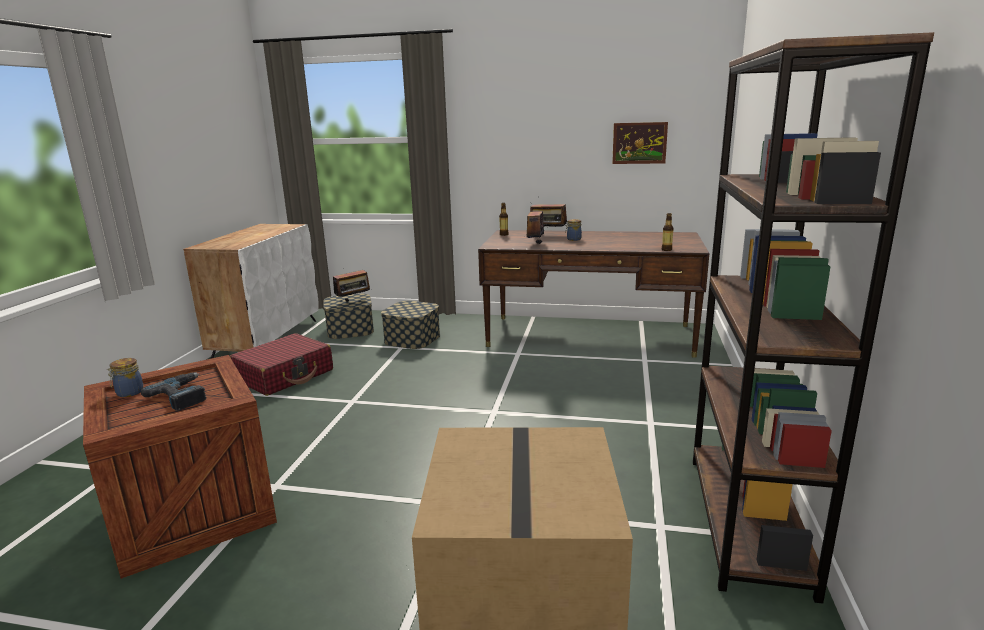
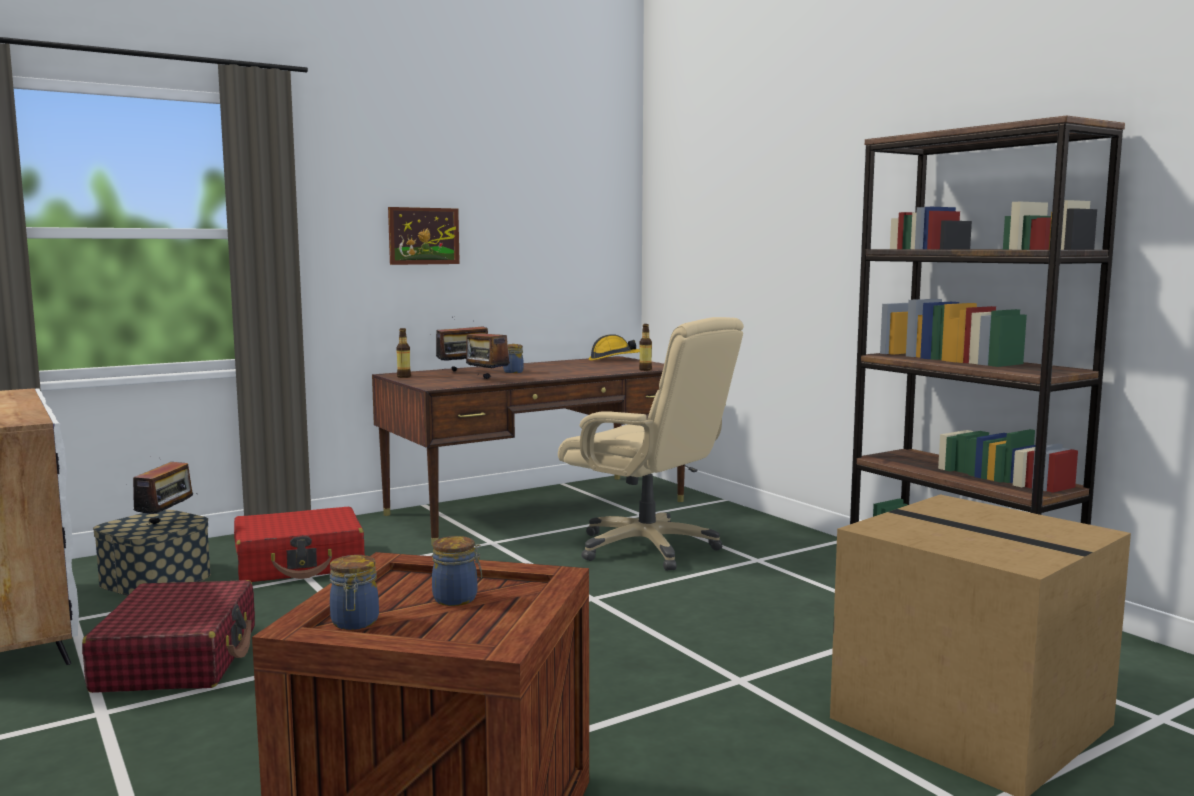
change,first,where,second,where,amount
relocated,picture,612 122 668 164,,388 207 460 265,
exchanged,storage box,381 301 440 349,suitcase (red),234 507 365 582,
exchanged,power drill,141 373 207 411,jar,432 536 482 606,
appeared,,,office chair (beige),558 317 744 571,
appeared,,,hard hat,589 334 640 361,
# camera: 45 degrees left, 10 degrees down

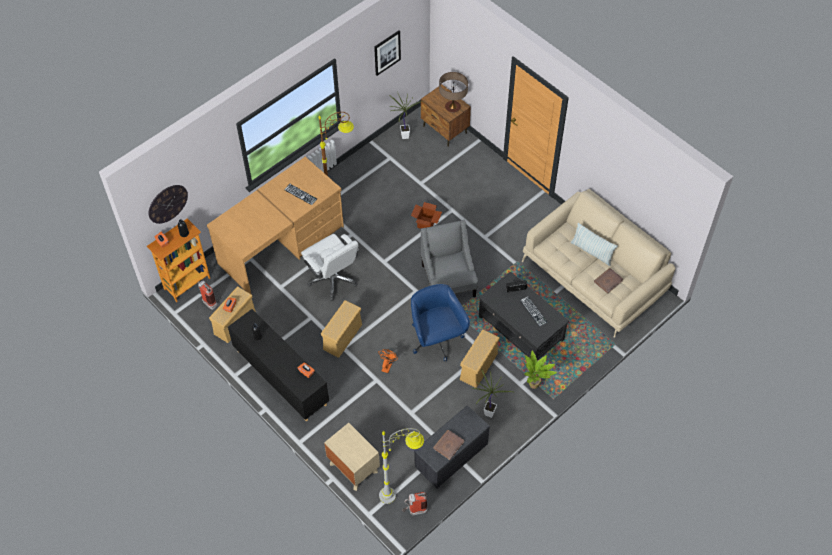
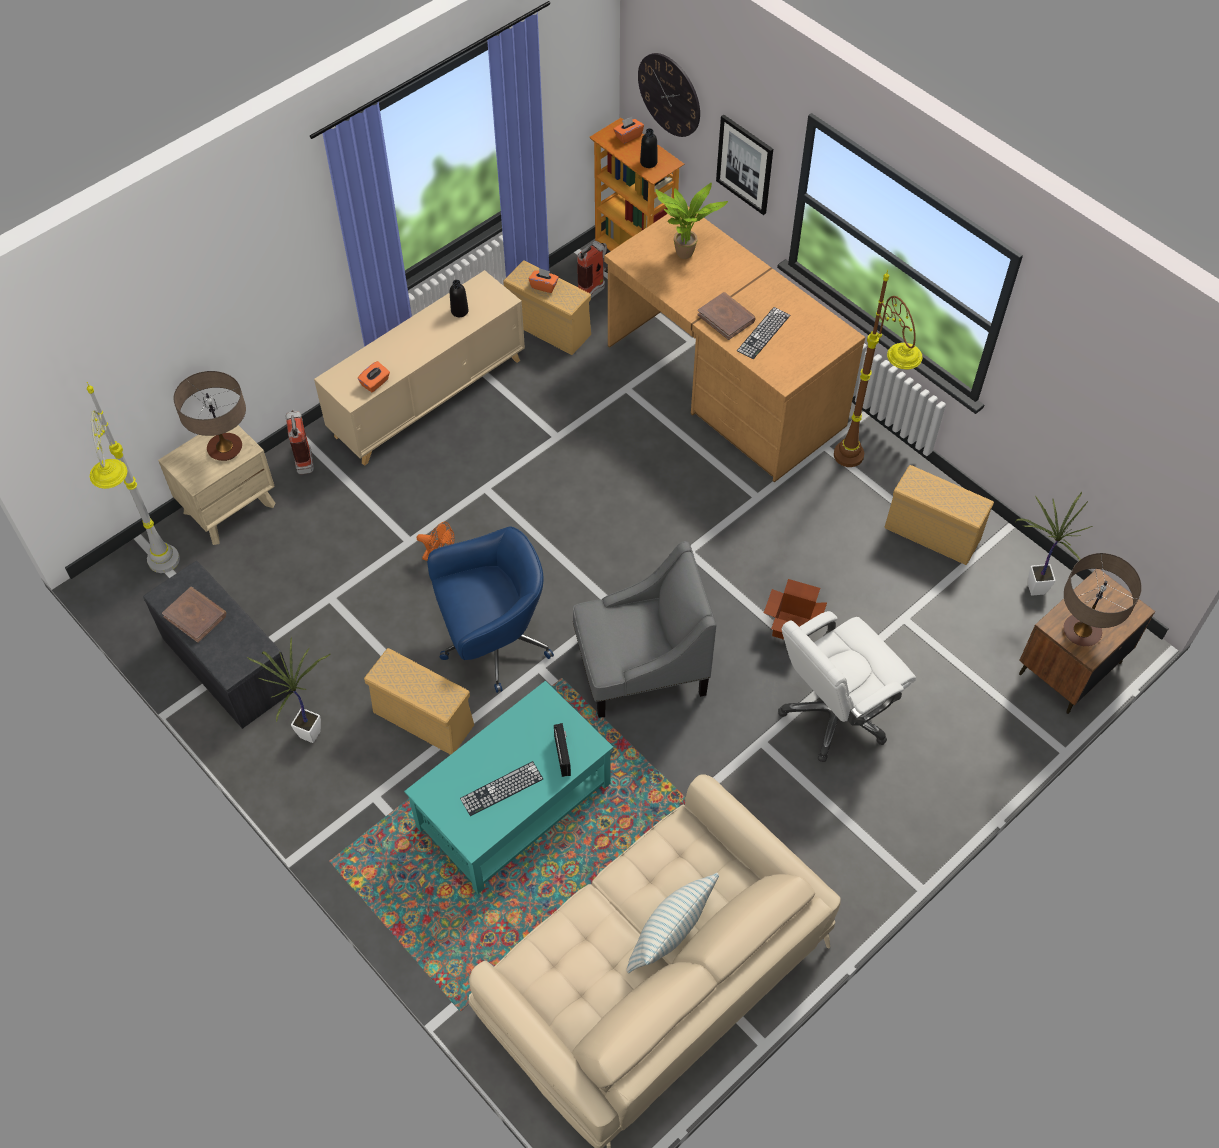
change,first,where,second,where,amount
relocated,picture,374 31 401 76,,716 115 773 215,
relocated,office chair (white),301 234 359 300,,778 611 916 762,
relocated,book (brown),594 268 623 294,,697 292 756 340,
colour,coffee table (black),479 271 569 360,coffee table (turquoise),404 681 613 894,
relocated,storage box (beige),321 300 362 358,,885 465 994 565,
colour,cabinet (black),228 309 329 422,cabinet (beige),314 270 525 466,
relocated,potted plant,524 351 557 389,,655 183 728 259,
relocated,fire extinguisher,402 492 428 515,,286 410 314 474,
appeared,,,table lamp,173 371 246 461,
# camera: 90 degrees right, 0 degrees up

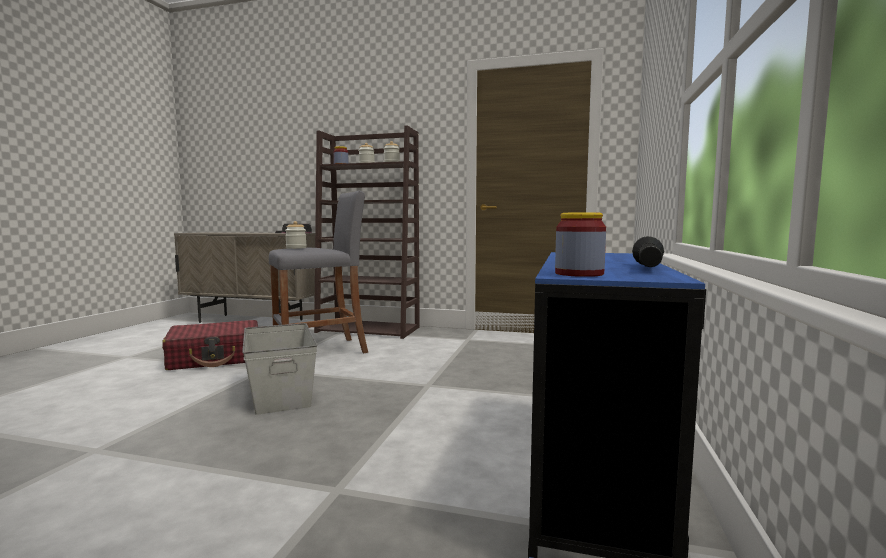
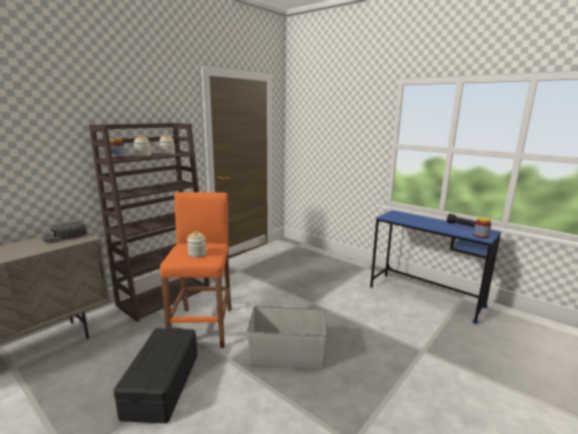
change,first,where,second,where,amount
colour,stool (grey),269 191 368 353,stool (orange),160 192 231 348,
exchanged,suitcase (red),162 320 258 370,storage box (black),113 328 198 423,
# camera: 65 degrees left, 10 degrees up

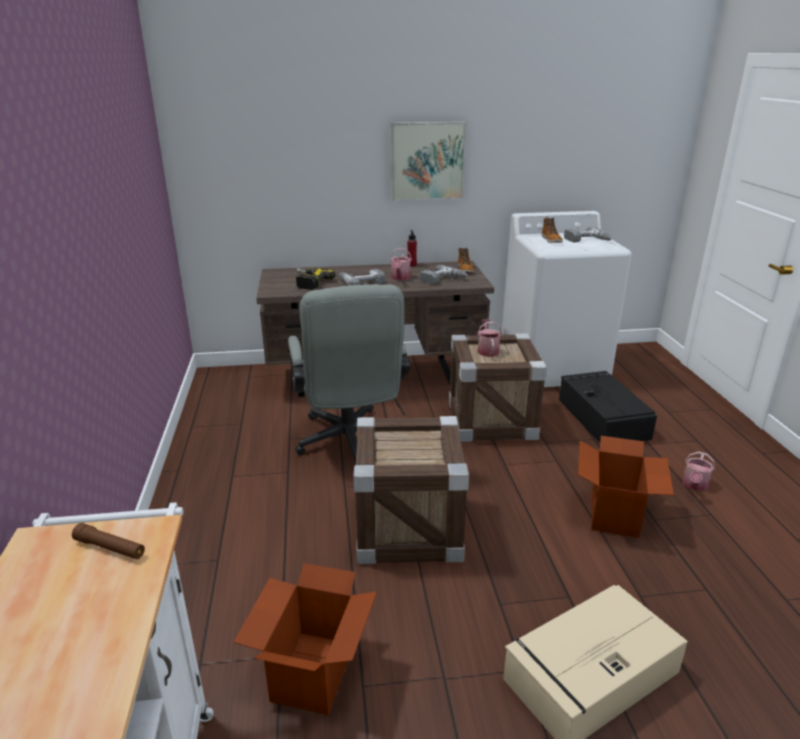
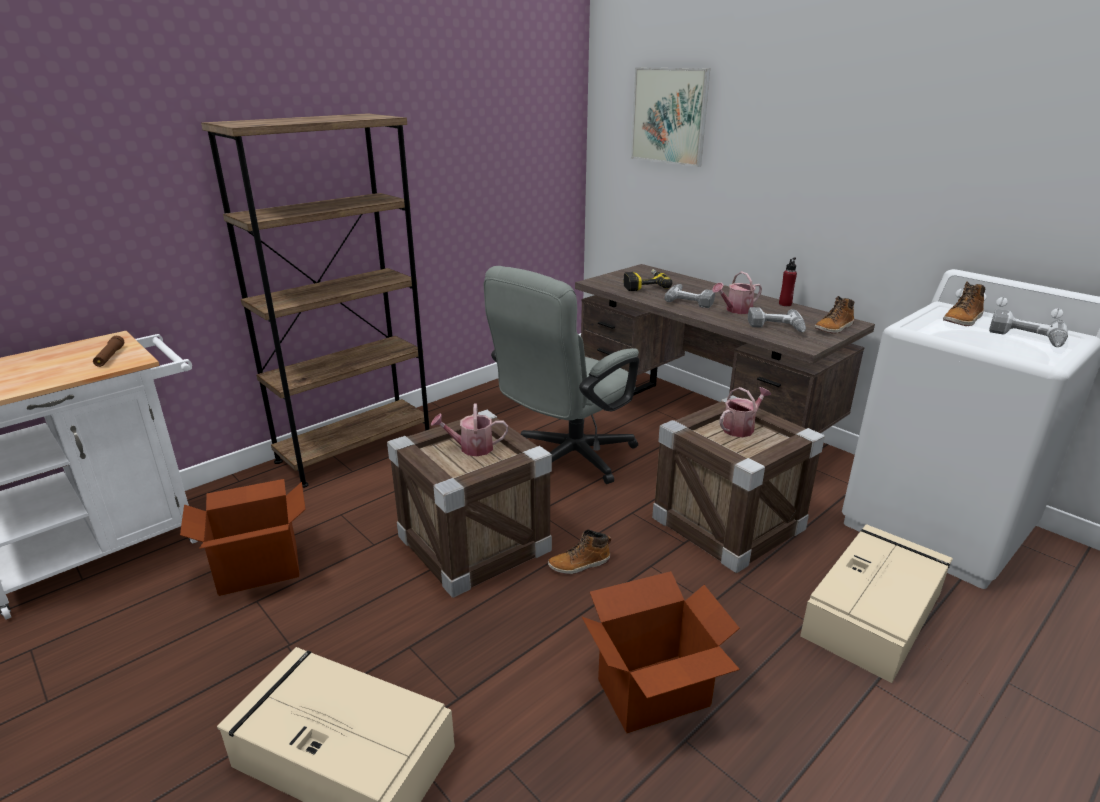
change,first,where,second,where,amount
relocated,picture,391 122 467 201,,631 68 710 167,
colour,storage box (black),559 371 657 443,storage box (beige),800 524 953 683,
relocated,watering can,682 452 715 491,,431 403 508 456,
appeared,,,bookcase (brown),201 113 430 488,
appeared,,,boot,548 529 611 574,
# camera: 55 degrees right, 0 degrees up

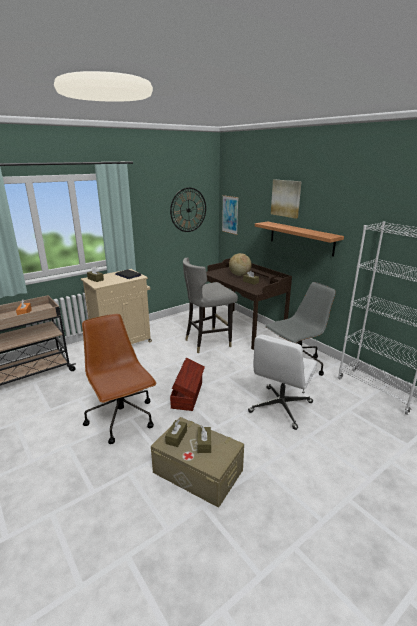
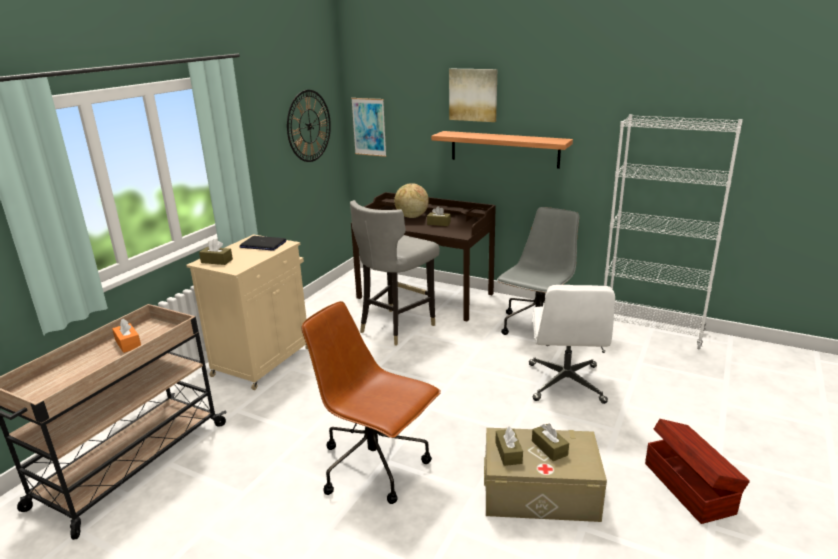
change,first,where,second,where,amount
relocated,storage box (brown),170 358 205 411,,645 419 750 524,
# camera: 25 degrees left, 0 degrees up

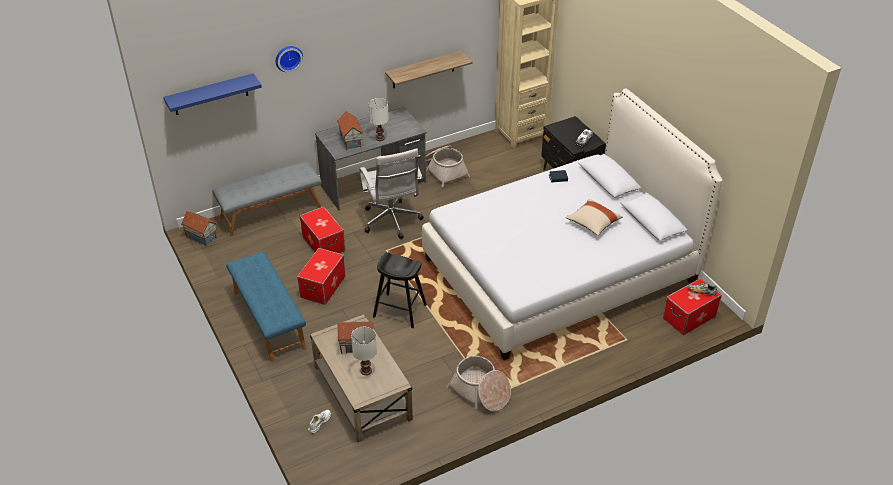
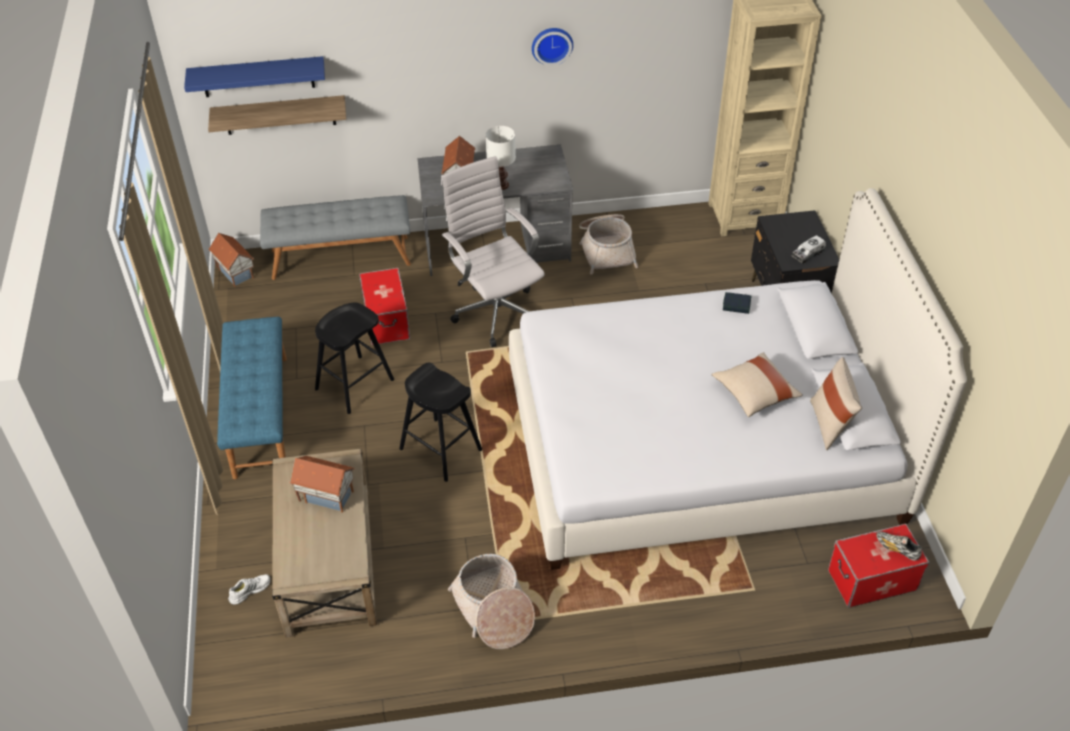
change,first,where,second,where,amount
relocated,wall clock,276 46 303 72,,532 28 573 66,
relocated,shelf,385 51 473 88,,208 95 346 135,
spun,office chair (white),360 149 424 239,,441 156 545 347,150 degrees clockwise
exchanged,storage box,297 248 345 305,stool (black),315 303 394 414,
missing,table lamp (white),351 327 377 375,,,
appeared,,,pillow (beige),810 357 862 450,
# camera: 20 degrees right, 5 degrees up

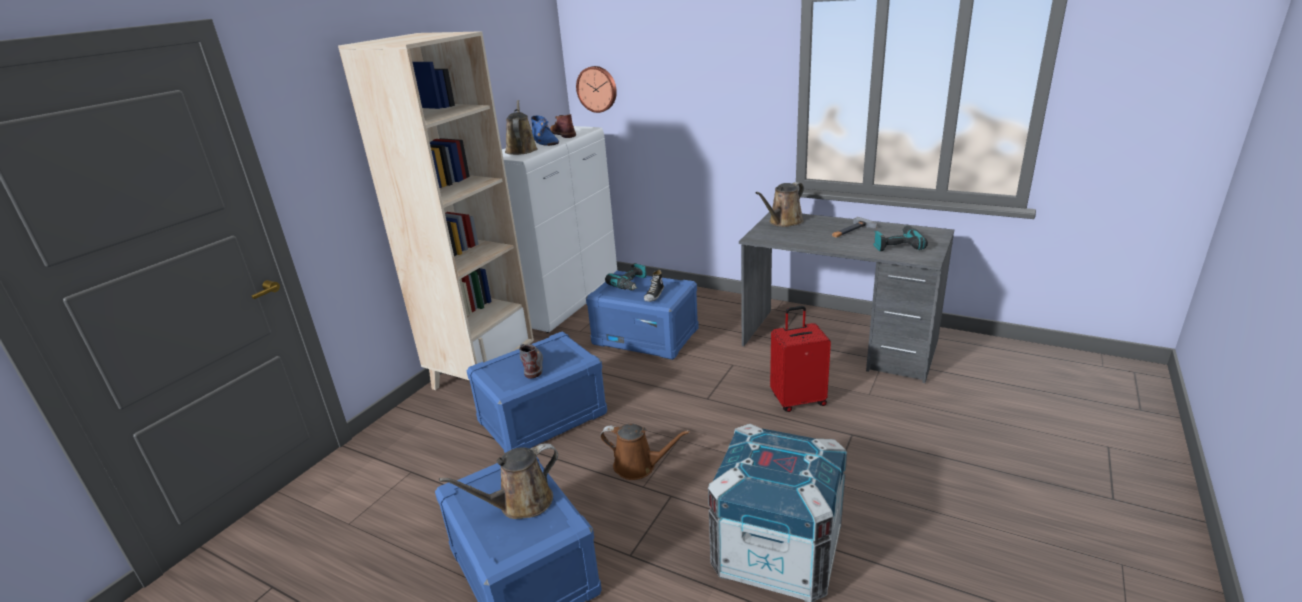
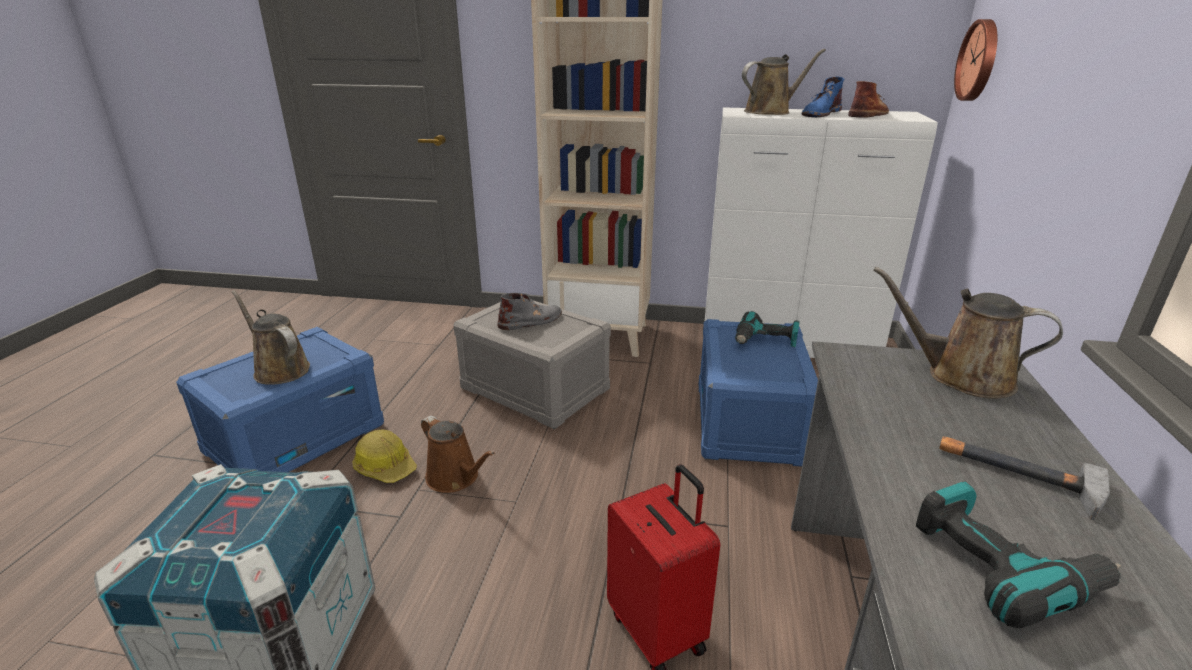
change,first,where,second,where,amount
missing,shoe,644 270 664 302,,,
colour,storage box (blue),467 332 607 453,storage box (grey),454 301 611 429,
spun,watering can (brown),600 424 690 480,,421 416 495 493,45 degrees counterclockwise
appeared,,,hard hat,353 429 417 483,
# camera: 70 degrees right, 0 degrees up

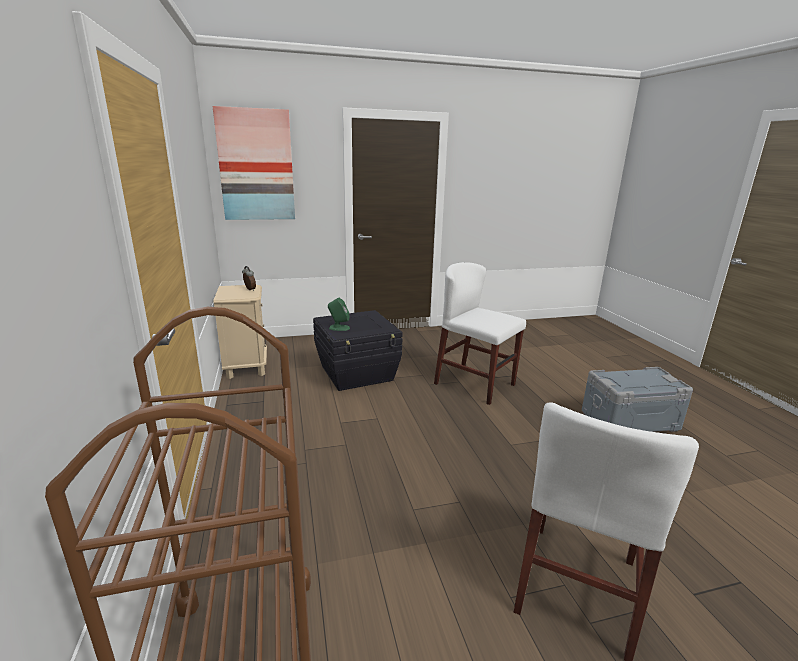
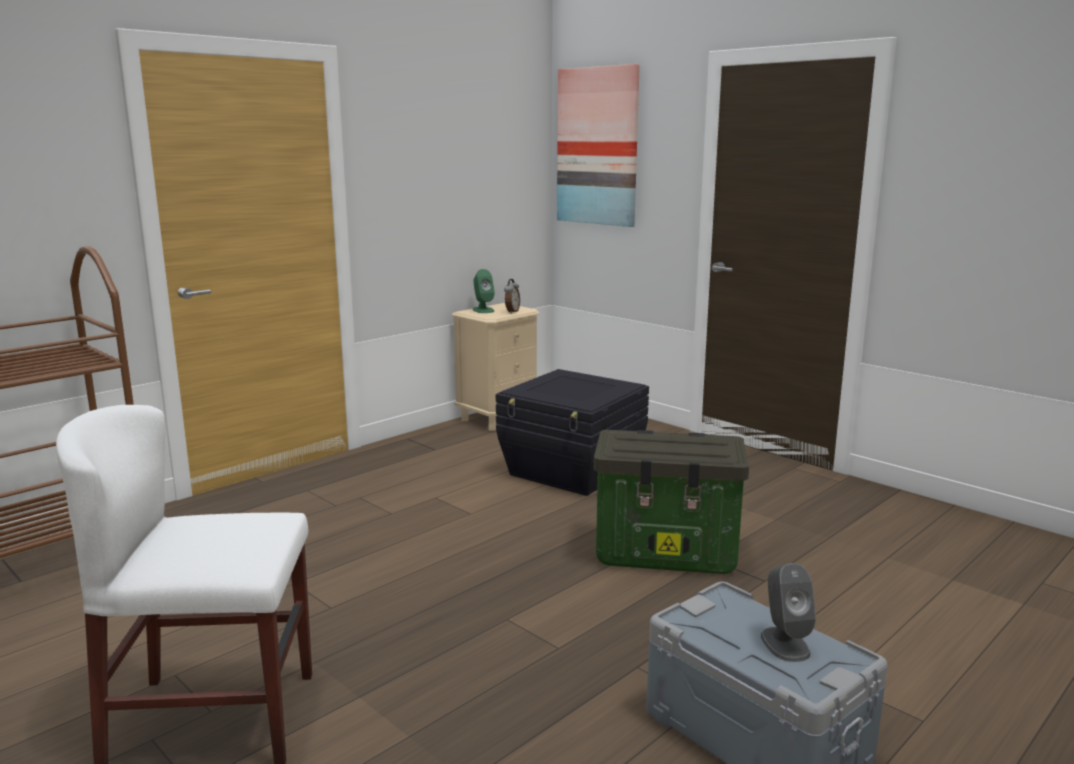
change,first,where,second,where,amount
exchanged,chair (white),434 262 526 405,storage box,594 430 749 574,
relocated,speaker (green),328 298 350 331,,473 269 495 313,
appeared,,,speaker (grey),761 563 816 662,
# camera: 60 degrees right, 5 degrees down

